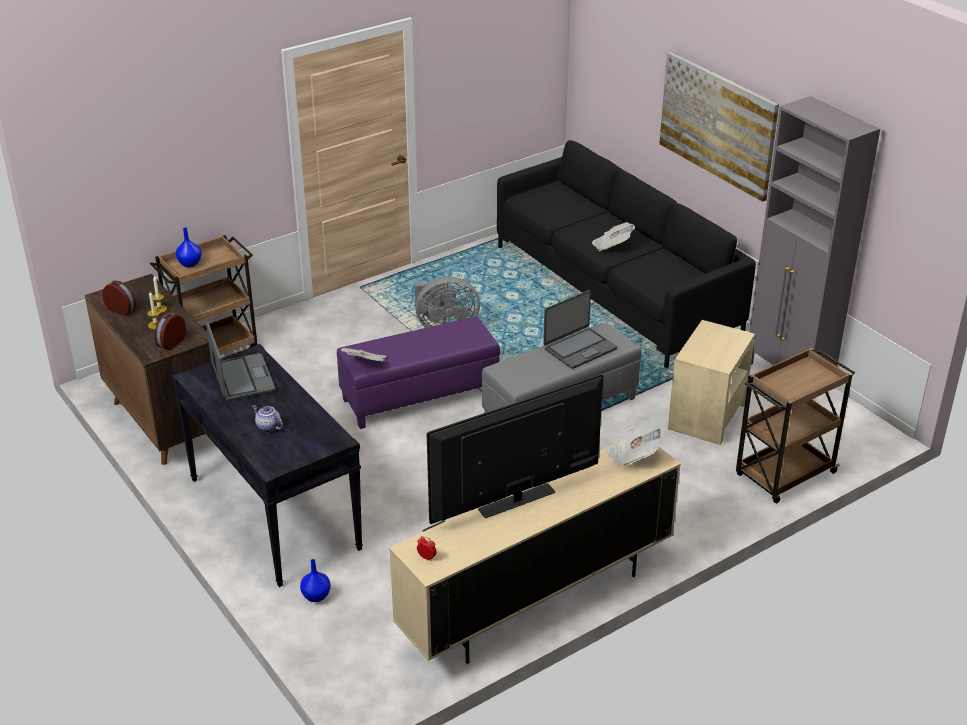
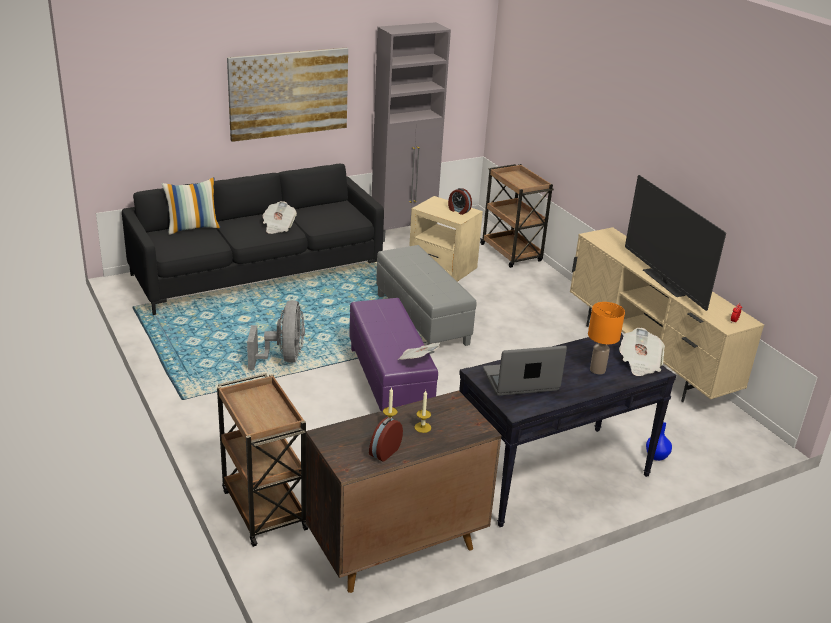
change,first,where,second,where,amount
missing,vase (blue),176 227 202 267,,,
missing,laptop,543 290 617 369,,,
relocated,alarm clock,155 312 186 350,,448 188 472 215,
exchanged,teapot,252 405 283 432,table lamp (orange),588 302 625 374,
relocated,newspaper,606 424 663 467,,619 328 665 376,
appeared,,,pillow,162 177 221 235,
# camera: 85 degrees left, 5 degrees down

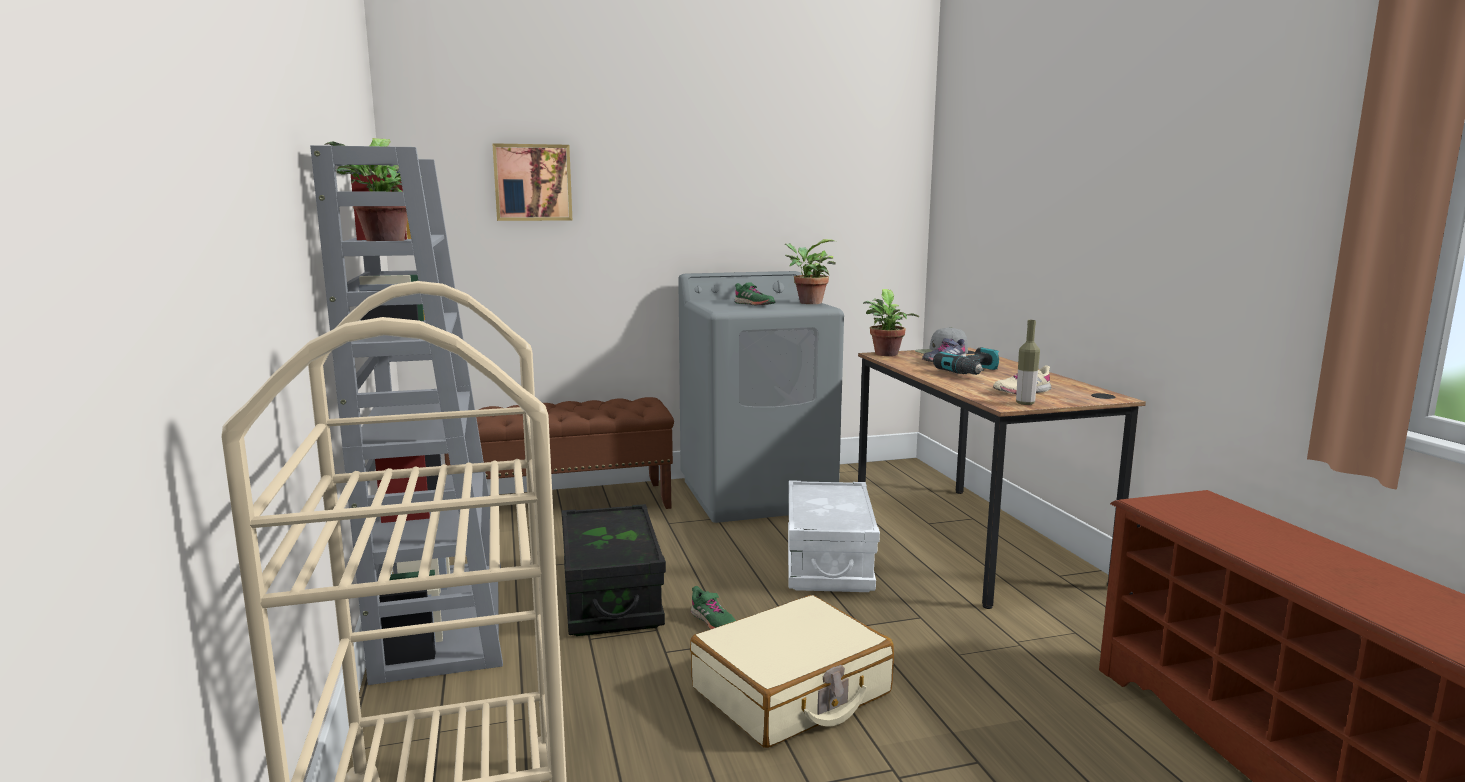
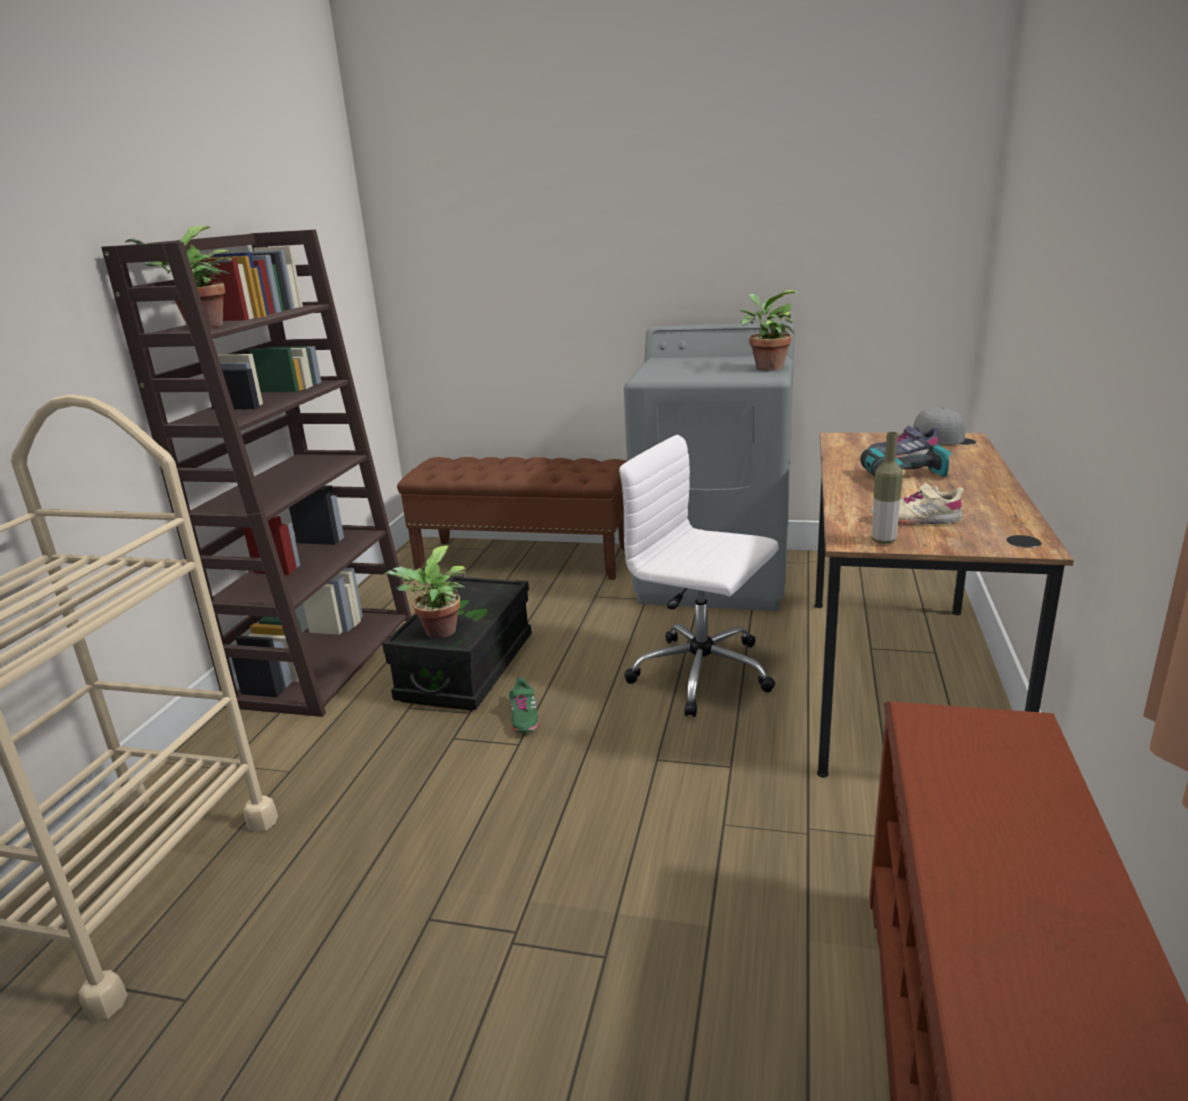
change,first,where,second,where,amount
missing,picture,492 143 572 221,,,
colour,bookcase (grey),310 145 503 685,bookcase (brown),101 229 411 717,
missing,shoe (green),734 282 776 305,,,
relocated,potted plant,863 289 919 356,,383 545 467 639,
exchanged,storage box (white),788 480 880 592,office chair (white),619 435 779 717,
missing,suitcase (beige),690 595 894 748,,,
# camera: 30 degrees right, 10 degrees up

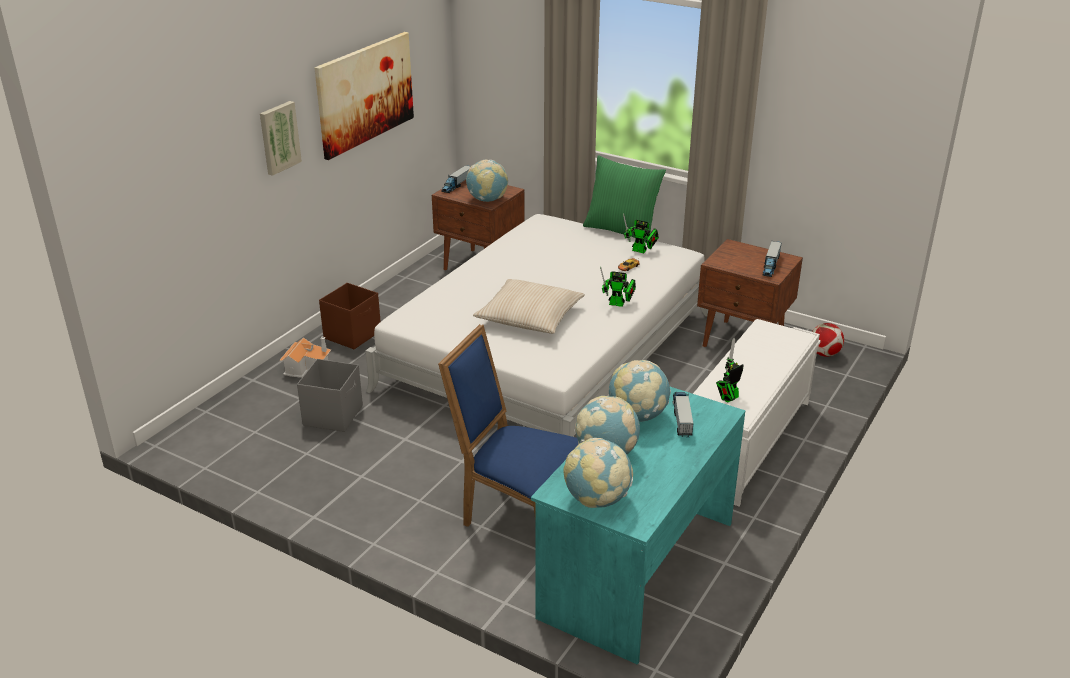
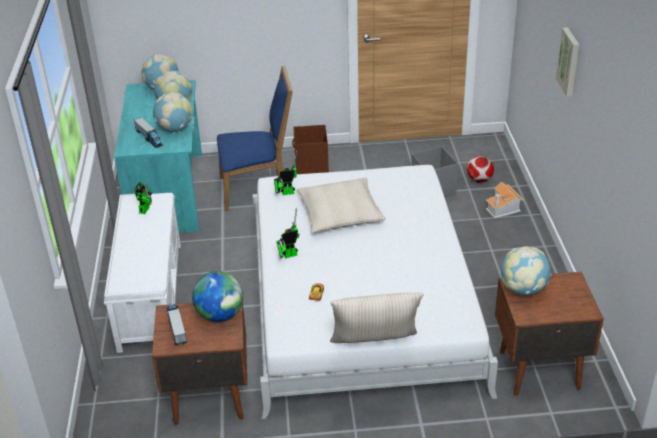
change,first,where,second,where,amount
missing,picture,315 32 414 160,,,
colour,pillow (green),583 156 666 242,pillow (beige),330 292 424 343,
missing,toy truck,441 165 471 193,,,
relocated,toy robot,623 213 659 253,,274 150 297 195,
relocated,storage box (brown),319 283 381 349,,292 125 329 174,
relocated,football,812 323 844 357,,467 156 494 183,
appeared,,,globe,192 271 243 322,
# camera: 145 degrees right, 5 degrees up

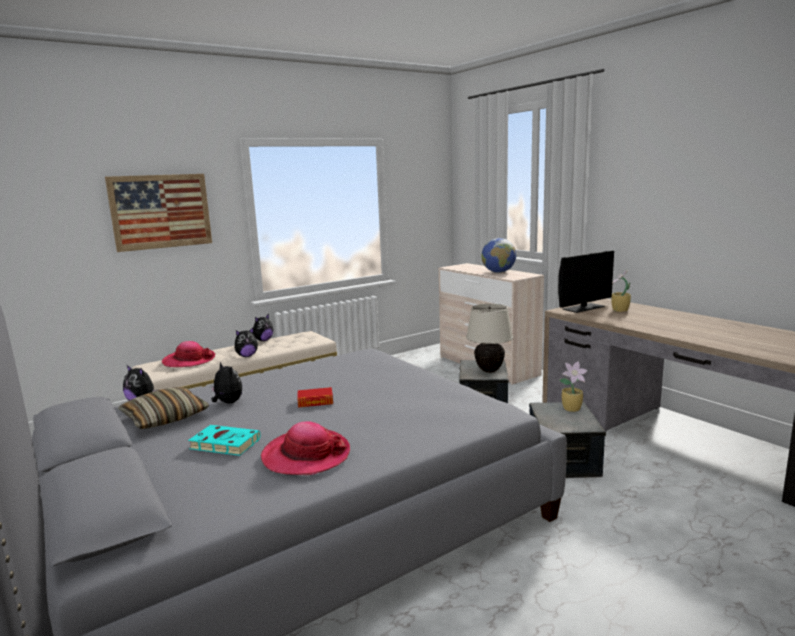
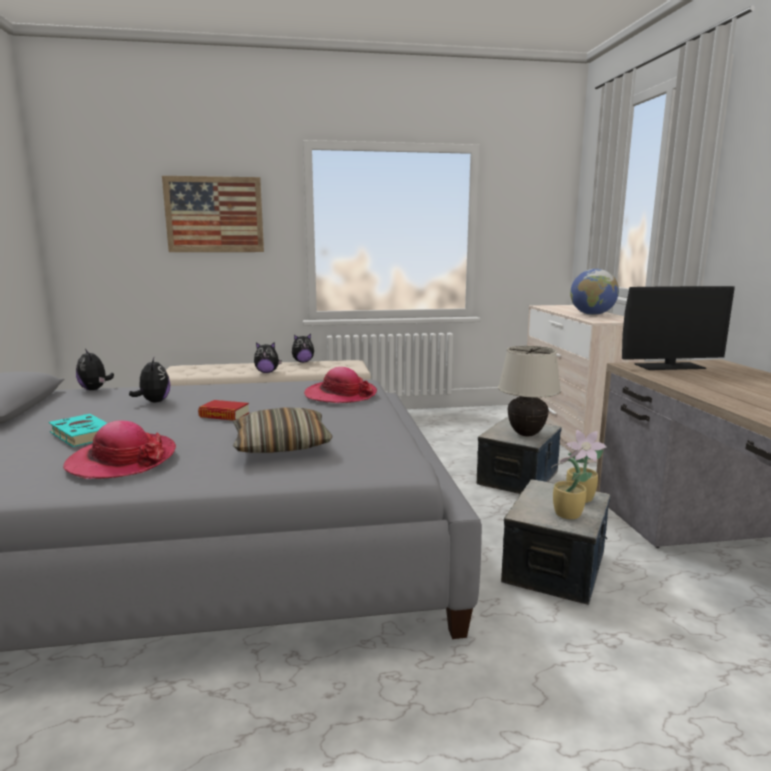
change,first,where,second,where,amount
relocated,potted plant,611 269 631 312,,551 445 592 519,
relocated,hat,162 341 215 367,,304 367 377 403,
relocated,pillow,118 387 209 429,,233 407 333 453,
# camera: 25 degrees right, 0 degrees up

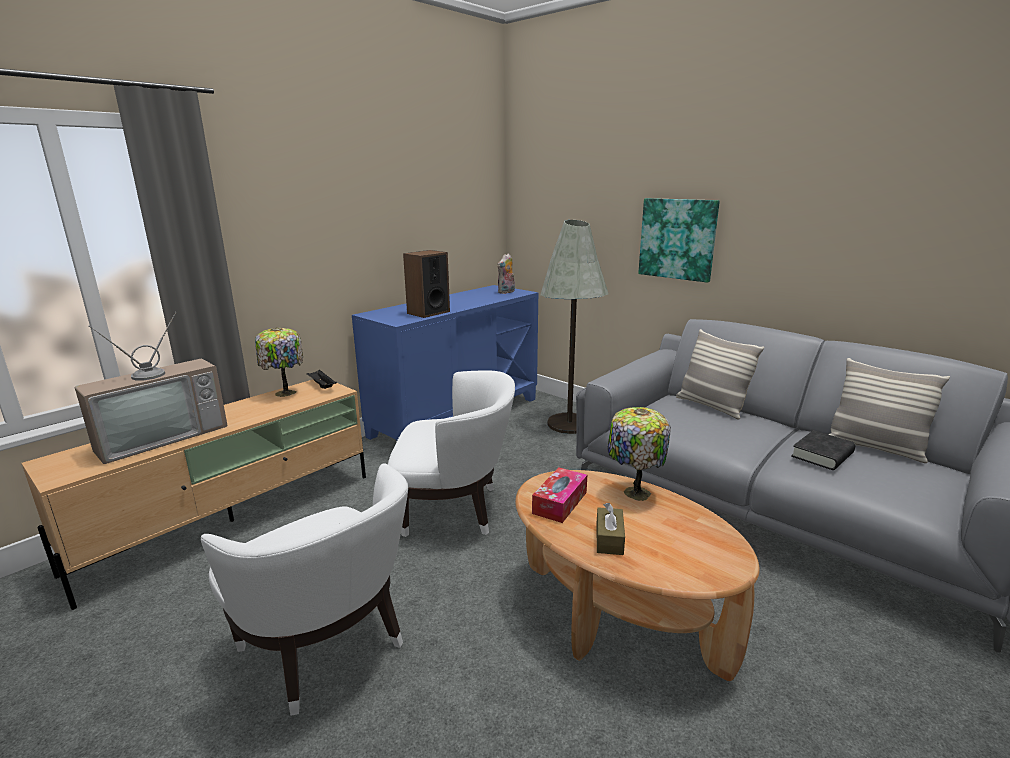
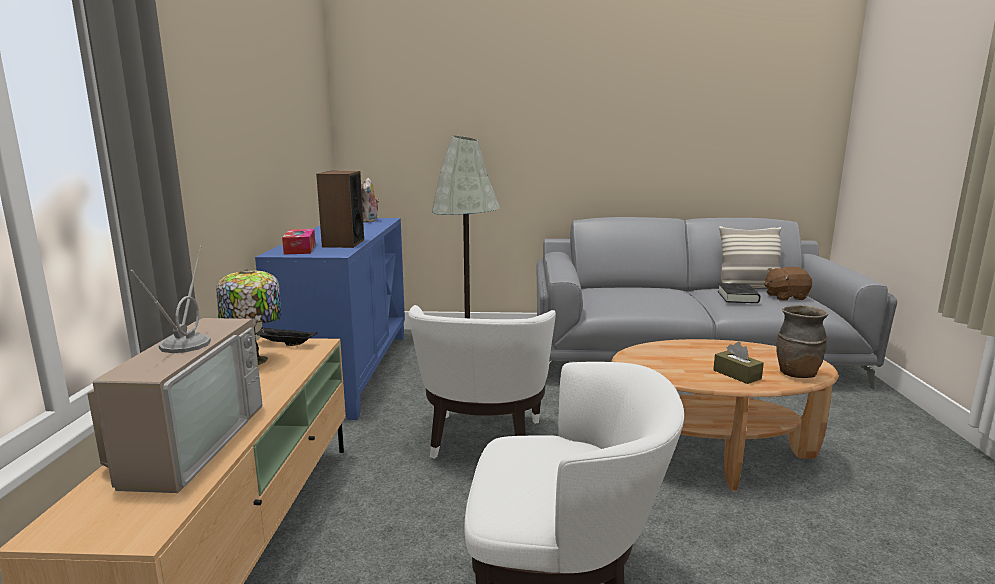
change,first,where,second,where,amount
missing,picture,638 198 720 283,,,
missing,pillow,676 329 764 420,,,
spun,armchair (white),388 370 515 537,,409 305 556 459,135 degrees clockwise
missing,table lamp,607 407 671 501,,,
relocated,tissue box,532 467 587 523,,282 229 316 255,
appeared,,,plush toy (brown),764 267 812 300,
appeared,,,vase (brown),776 305 828 378,
# camera: 40 degrees left, 5 degrees down

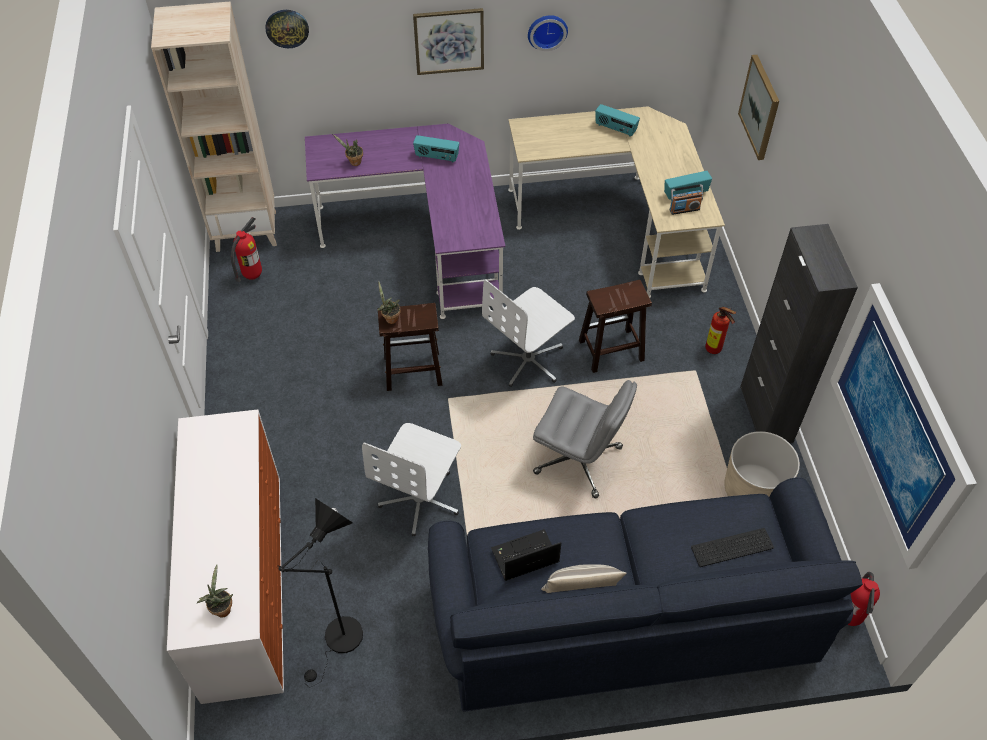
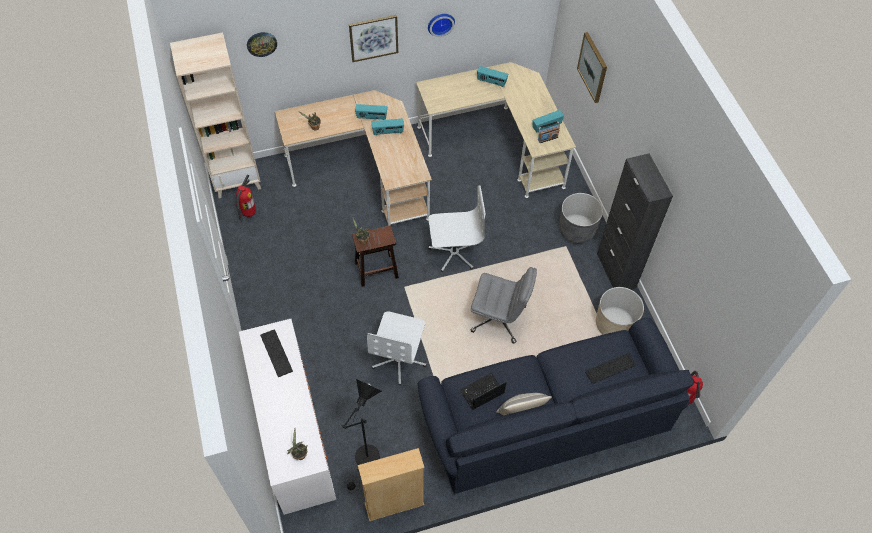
change,first,where,second,where,amount
colour,desk (purple),305 123 505 319,desk (beige),275 90 432 226,
spun,office chair (white),482 279 575 387,,428 185 486 272,135 degrees counterclockwise
missing,stool (brown),579 280 652 373,,,
missing,picture,830 283 977 569,,,
exchanged,fire extinguisher,705 307 736 354,planter (grey),559 193 603 243,
appeared,,,radio,371 119 404 135,
appeared,,,keyboard,260 329 293 377,
appeared,,,bookcase (beige),358 448 425 521,
# camera: 10 degrees left, 5 degrees up

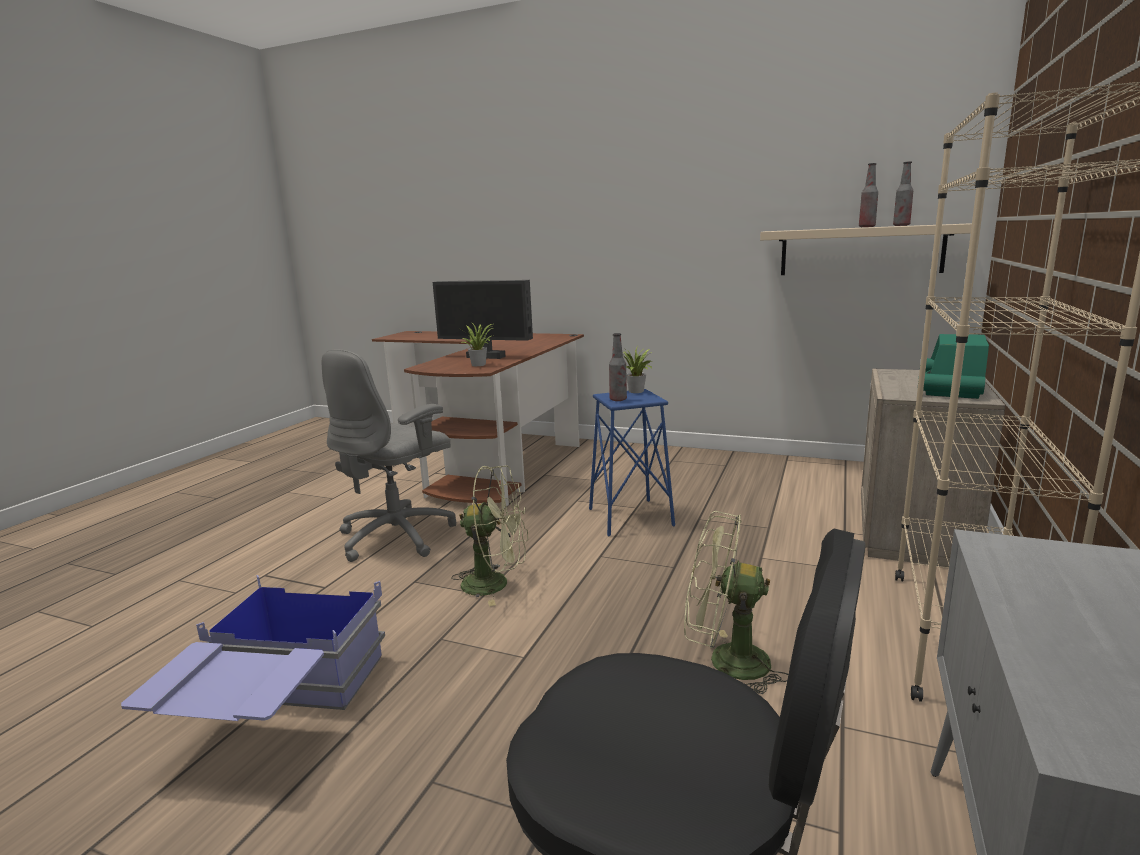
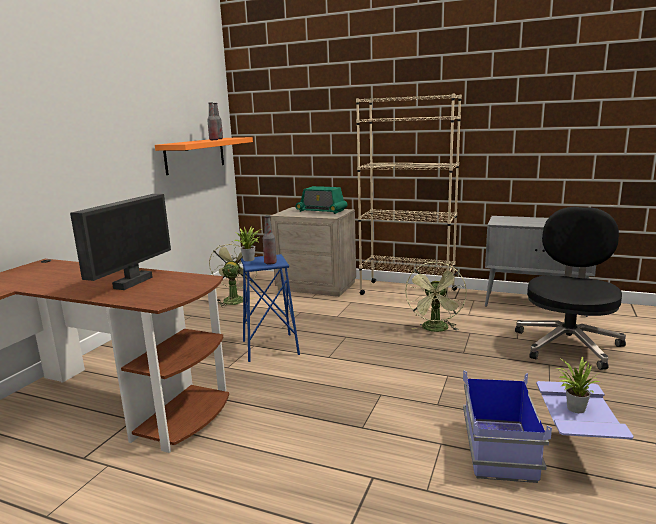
change,first,where,second,where,amount
colour,shelf (beige),760 223 972 275,shelf (orange),155 137 253 175,
relocated,potted plant,461 323 494 366,,558 356 599 413,
missing,office chair (grey),322 349 456 562,,,
relocated,fan (green),451 466 528 606,,209 242 258 307,
# camera: 90 degrees left, 0 degrees up

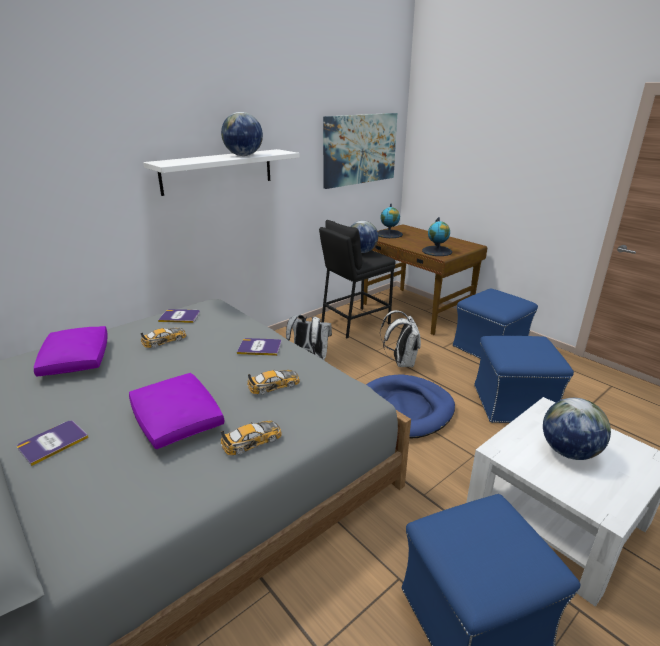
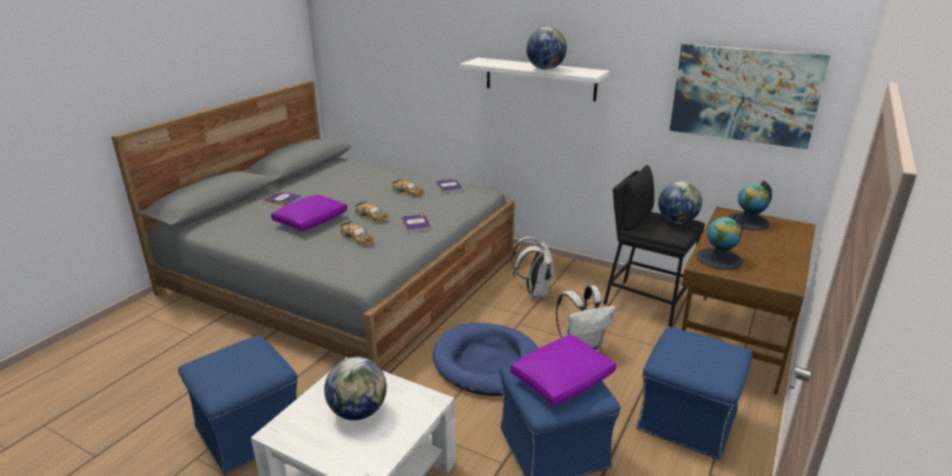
change,first,where,second,where,amount
relocated,pillow (purple),34 326 108 377,,510 335 616 406,
relocated,toy car,221 420 282 455,,355 202 388 222,
# camera: 70 degrees right, 0 degrees up

